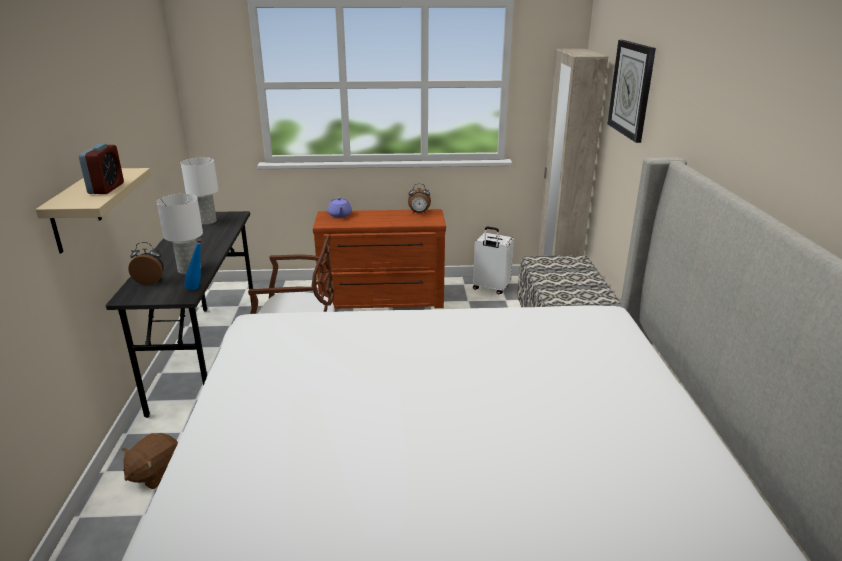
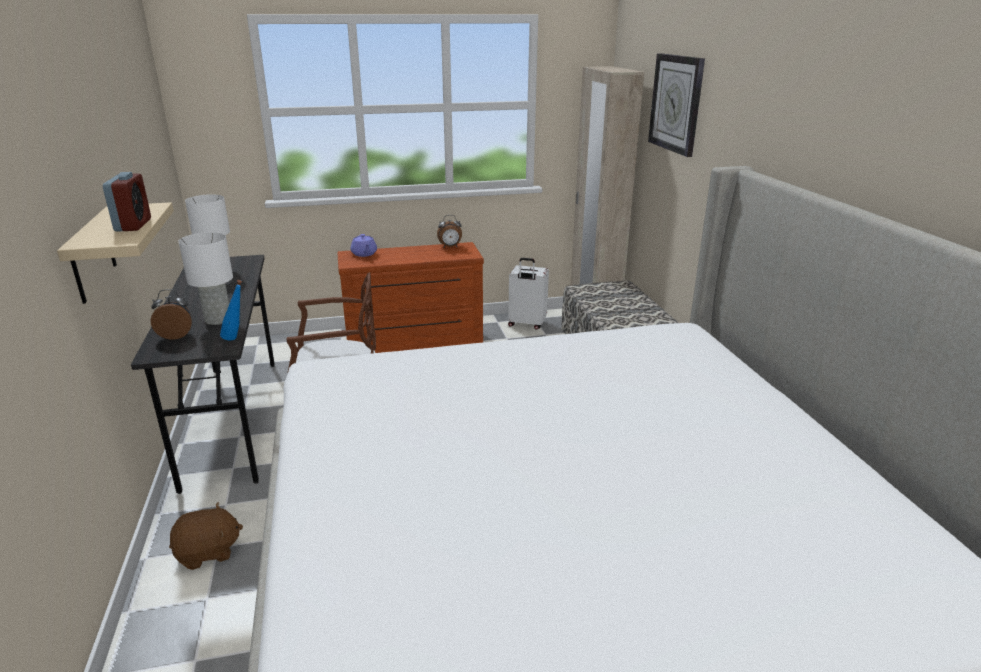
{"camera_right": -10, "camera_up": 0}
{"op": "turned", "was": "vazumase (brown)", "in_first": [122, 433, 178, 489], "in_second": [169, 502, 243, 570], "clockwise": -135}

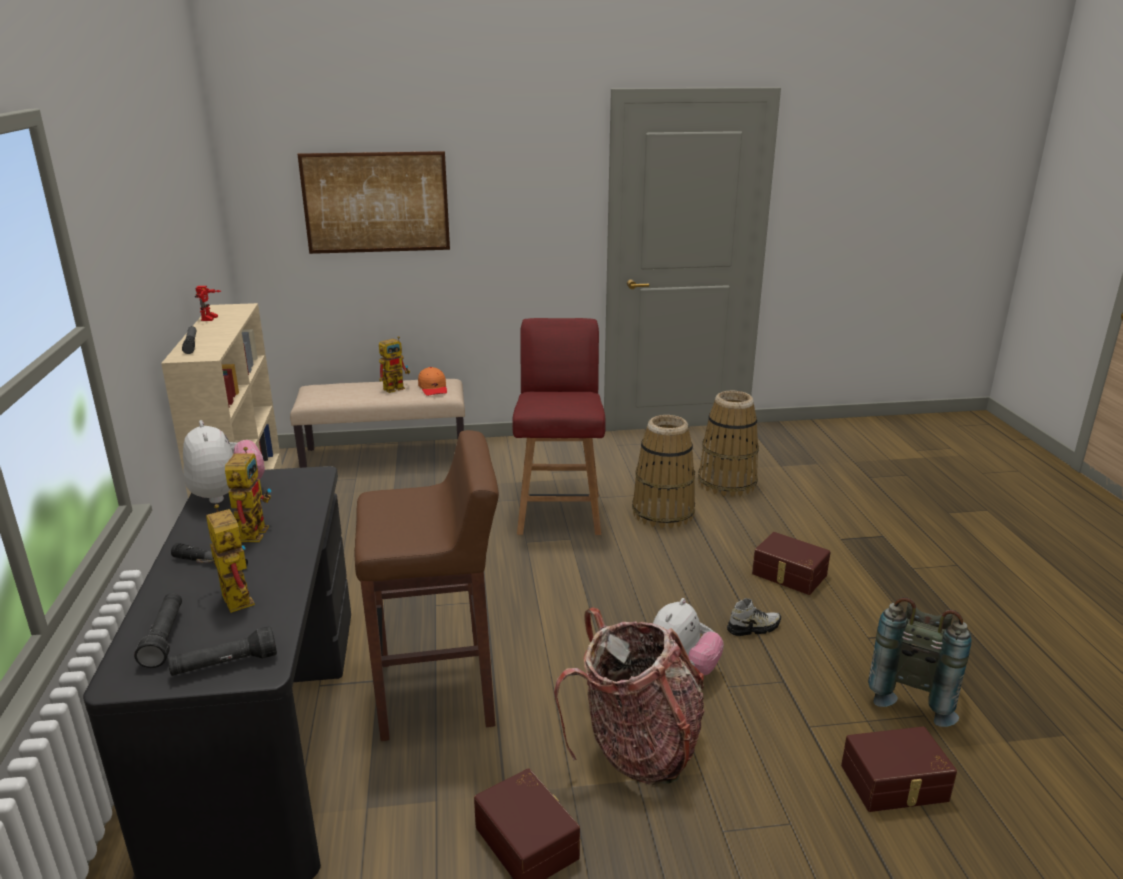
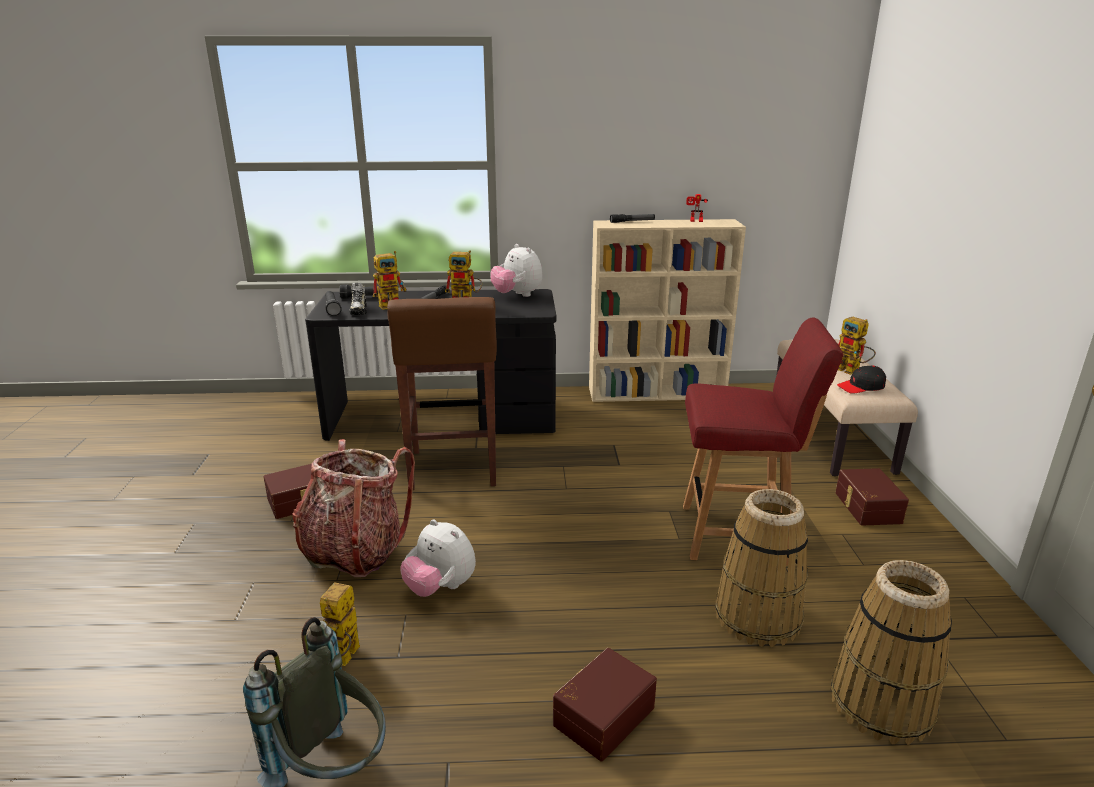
{"camera_right": 95, "camera_up": 0}
{"op": "removed", "was": "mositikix", "in_first": [297, 151, 450, 254]}
{"op": "added", "now": "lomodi", "in_second": [320, 582, 360, 666]}
{"op": "moved", "was": "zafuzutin", "in_first": [727, 598, 781, 636], "in_second": [349, 283, 367, 315]}
{"op": "moved", "was": "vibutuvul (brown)", "in_first": [841, 726, 957, 812], "in_second": [836, 468, 909, 526]}
{"op": "recoloured", "was": "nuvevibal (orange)", "now": "nuvevibal (black)", "in_first": [418, 367, 447, 396], "in_second": [837, 366, 886, 394]}
{"op": "turned", "was": "vazumase", "in_first": [183, 420, 265, 504], "in_second": [490, 244, 542, 297], "clockwise": 75}

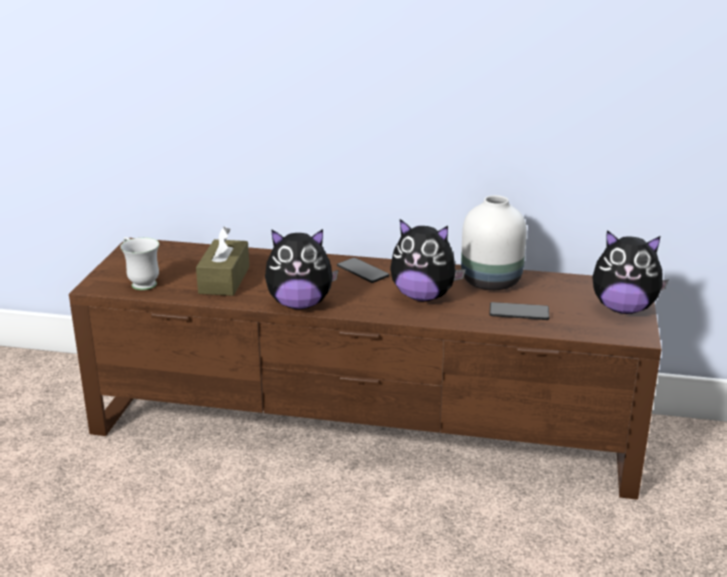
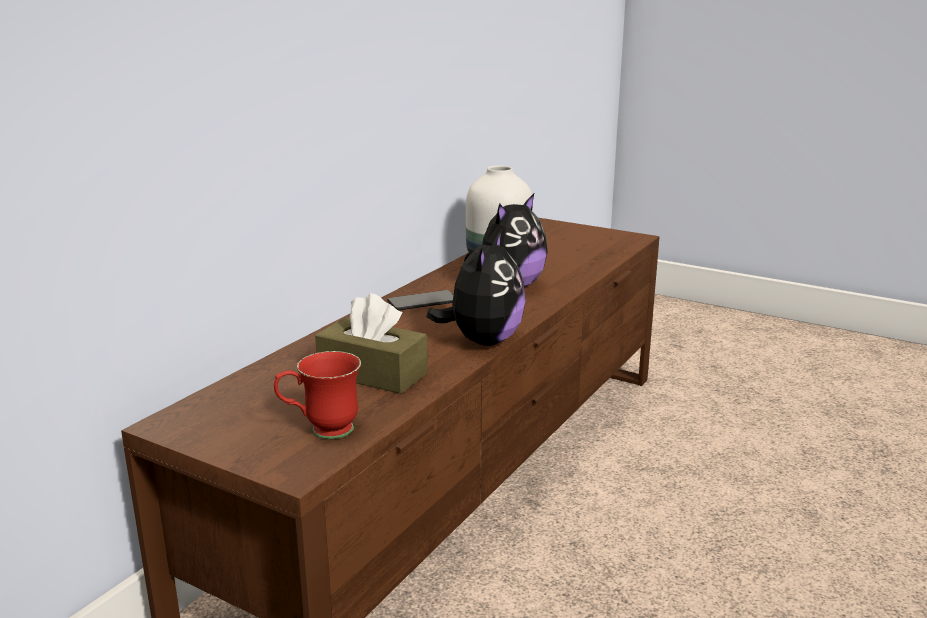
{"camera_right": -70, "camera_up": -5}
{"op": "removed", "was": "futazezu", "in_first": [489, 302, 549, 320]}
{"op": "removed", "was": "vazumase", "in_first": [592, 230, 669, 314]}
{"op": "recoloured", "was": "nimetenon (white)", "now": "nimetenon (red)", "in_first": [120, 237, 159, 290], "in_second": [274, 351, 361, 439]}

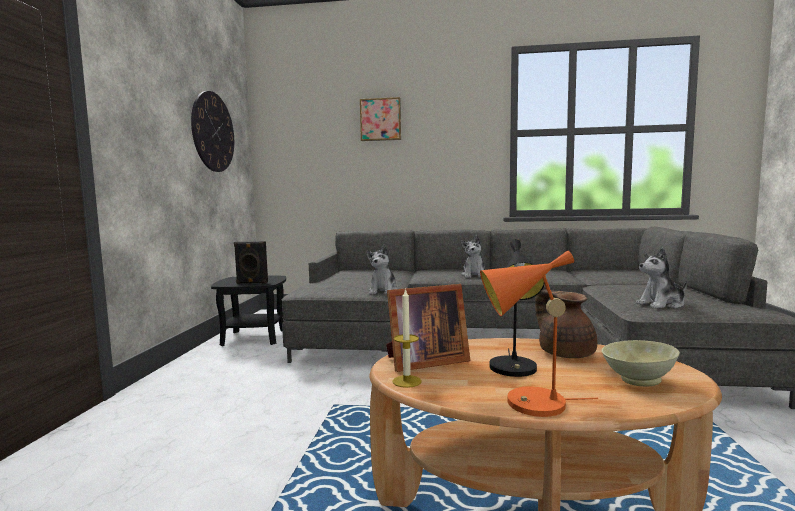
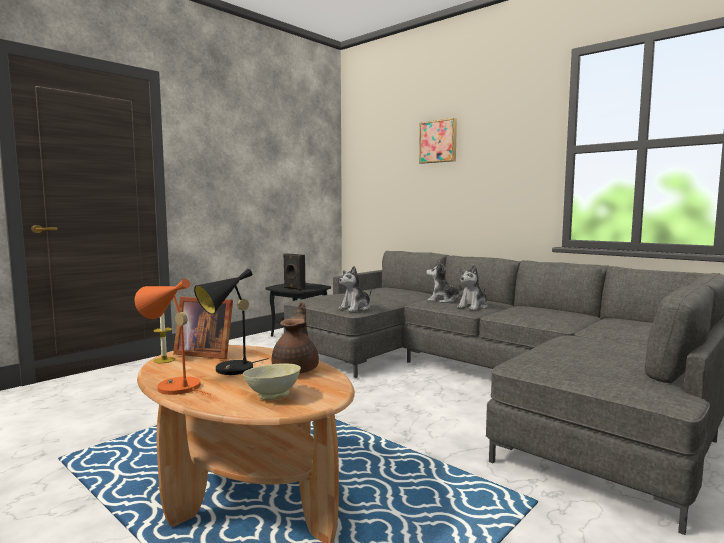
{"camera_right": 35, "camera_up": 0}
{"op": "removed", "was": "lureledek", "in_first": [191, 91, 234, 172]}
{"op": "moved", "was": "vazumase", "in_first": [636, 248, 687, 309], "in_second": [426, 260, 465, 303]}

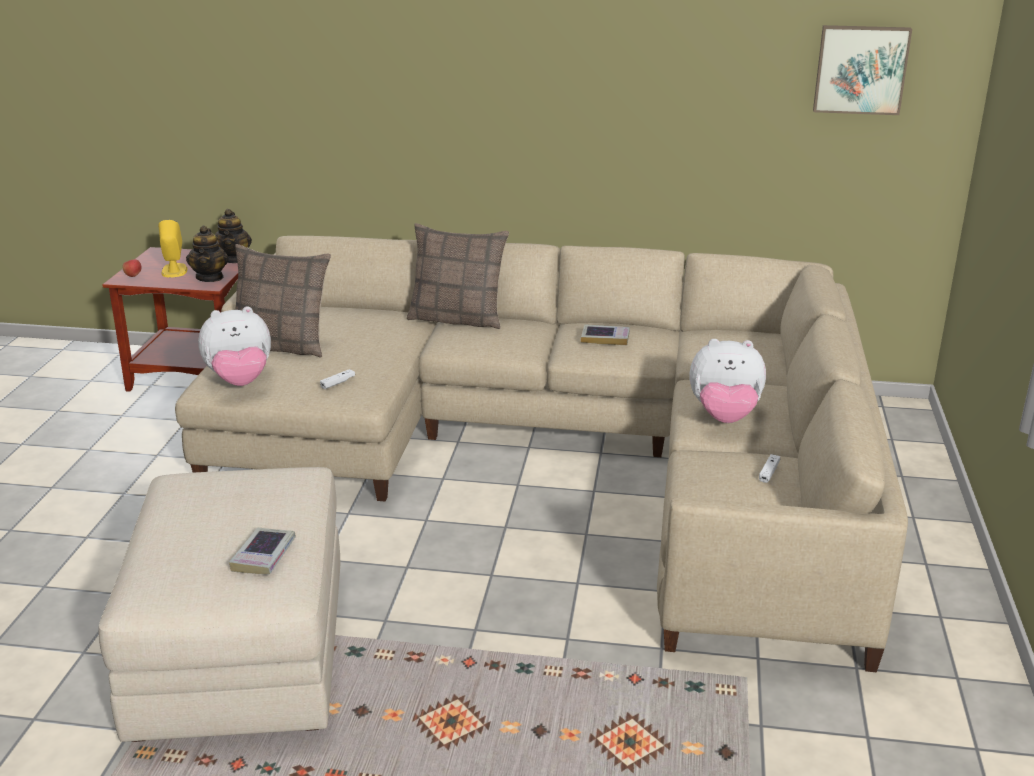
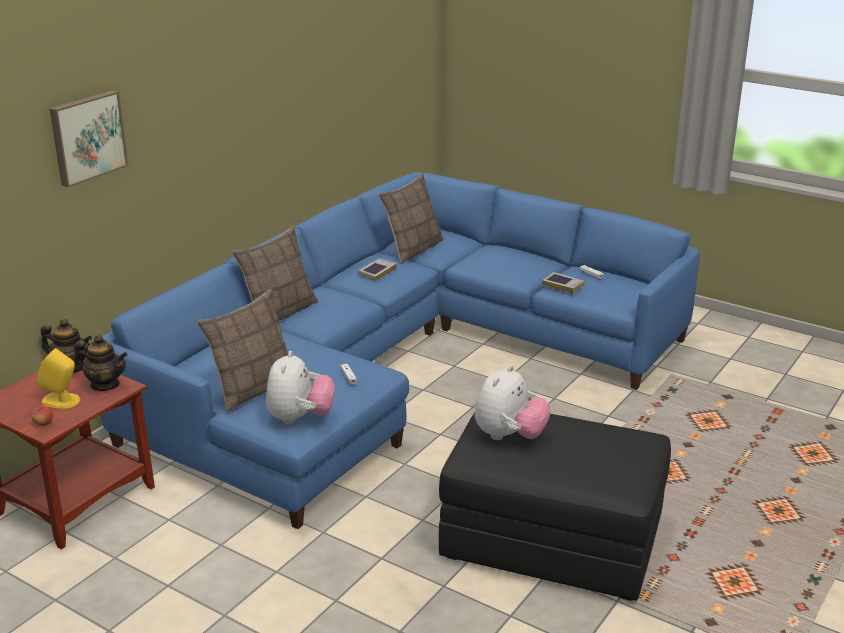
{"camera_right": -65, "camera_up": 0}
{"op": "added", "now": "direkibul", "in_second": [378, 173, 444, 265]}
{"op": "moved", "was": "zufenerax", "in_first": [229, 528, 296, 574], "in_second": [542, 272, 585, 294]}
{"op": "moved", "was": "vazumase", "in_first": [689, 339, 766, 423], "in_second": [475, 365, 551, 440]}
{"op": "moved", "was": "mositikix", "in_first": [813, 25, 912, 115], "in_second": [49, 90, 129, 187]}
{"op": "recoloured", "was": "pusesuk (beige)", "now": "pusesuk (black)", "in_first": [98, 467, 340, 742], "in_second": [439, 412, 671, 601]}
{"op": "recoloured", "was": "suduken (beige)", "now": "suduken (blue)", "in_first": [175, 236, 908, 672], "in_second": [101, 172, 700, 529]}

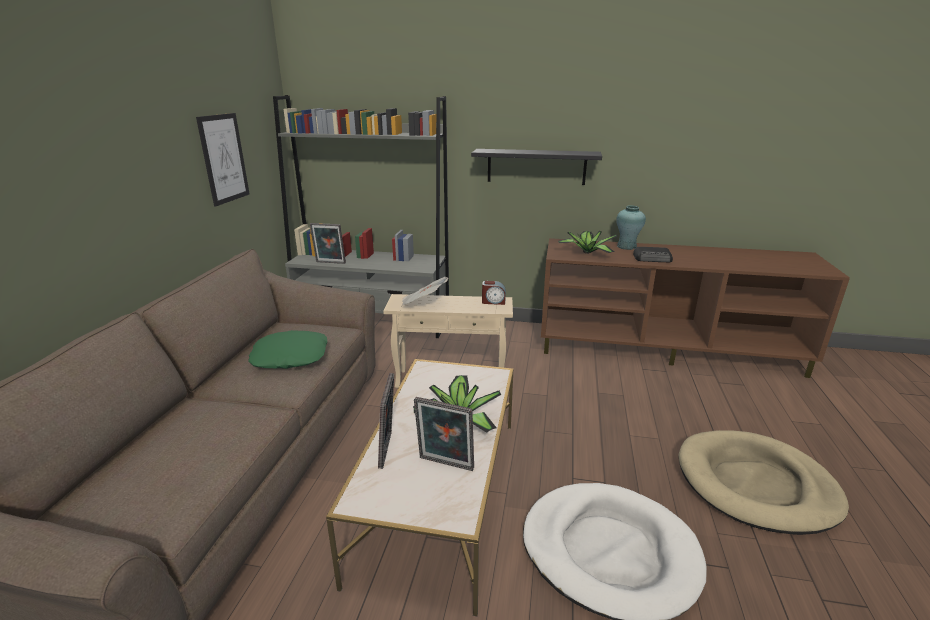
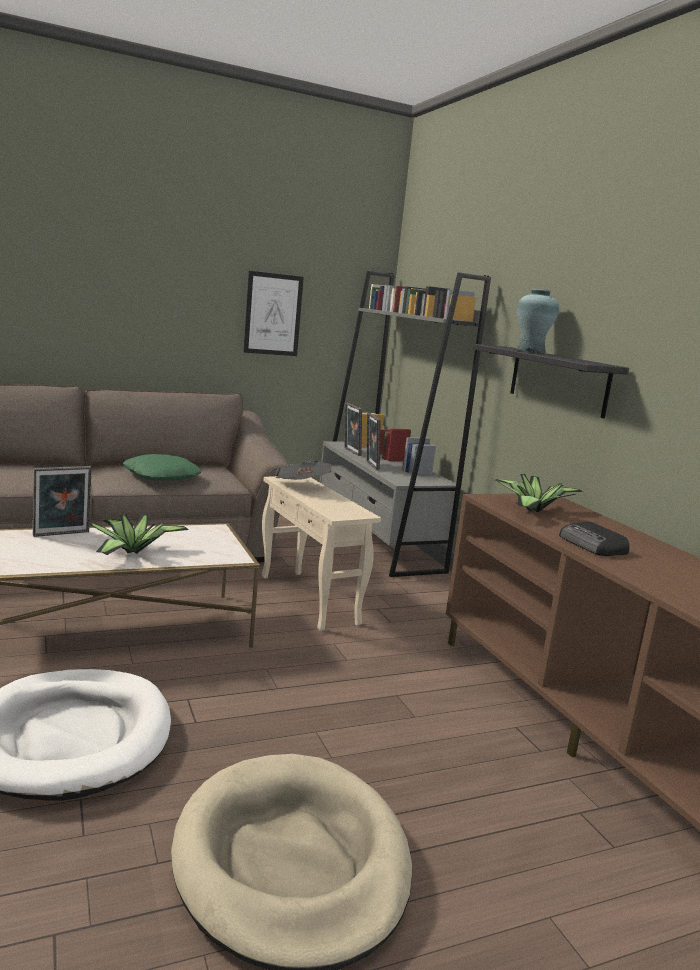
{"camera_right": 55, "camera_up": -10}
{"op": "removed", "was": "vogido", "in_first": [482, 281, 506, 305]}
{"op": "moved", "was": "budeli", "in_first": [414, 397, 474, 471], "in_second": [367, 413, 381, 470]}
{"op": "moved", "was": "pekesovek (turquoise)", "in_first": [616, 205, 646, 250], "in_second": [517, 289, 559, 354]}

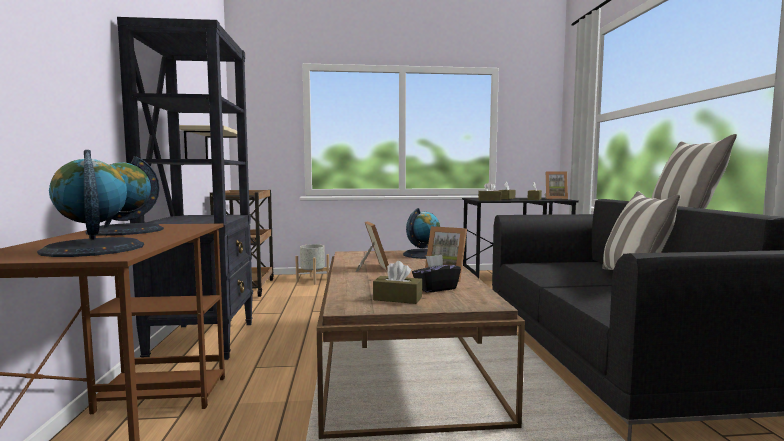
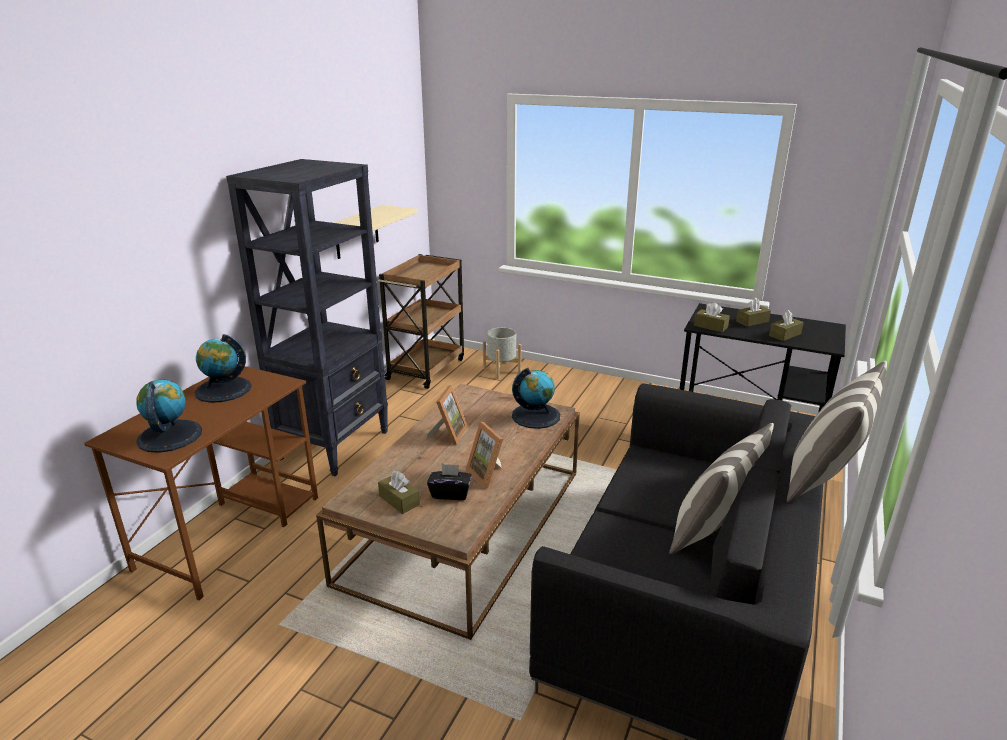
{"camera_right": 30, "camera_up": 20}
{"op": "removed", "was": "budeli", "in_first": [544, 171, 568, 200]}

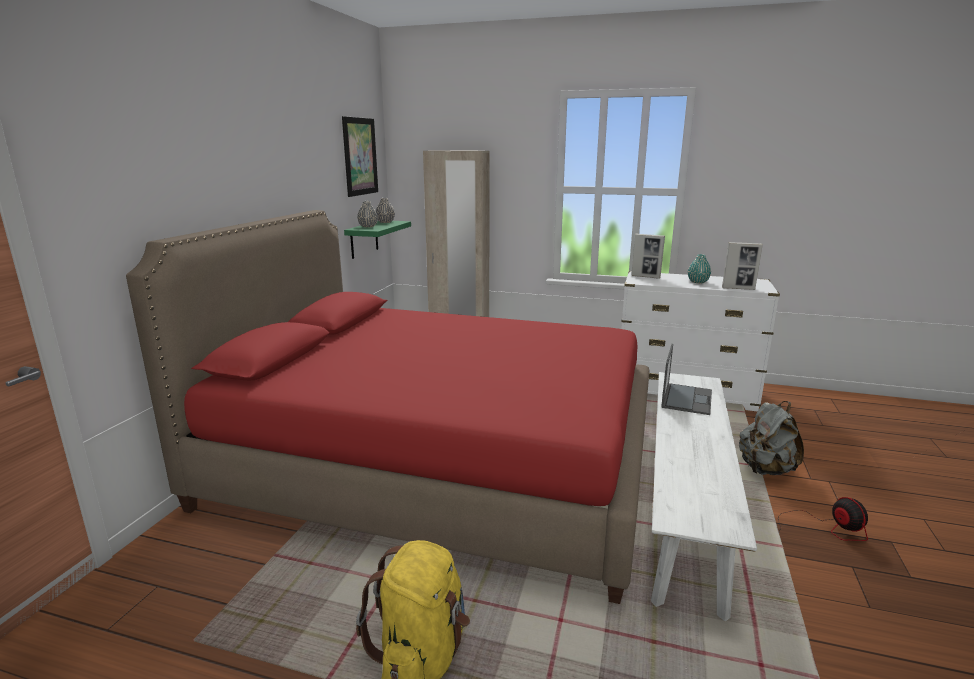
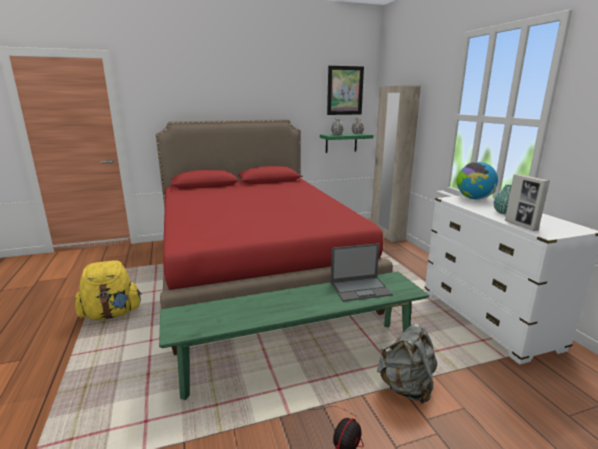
{"camera_right": 55, "camera_up": 0}
{"op": "replaced", "was": "budeli", "now": "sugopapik", "in_first": [631, 233, 665, 279], "in_second": [456, 162, 498, 200]}
{"op": "recoloured", "was": "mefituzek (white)", "now": "mefituzek (green)", "in_first": [651, 372, 757, 621], "in_second": [159, 271, 429, 400]}

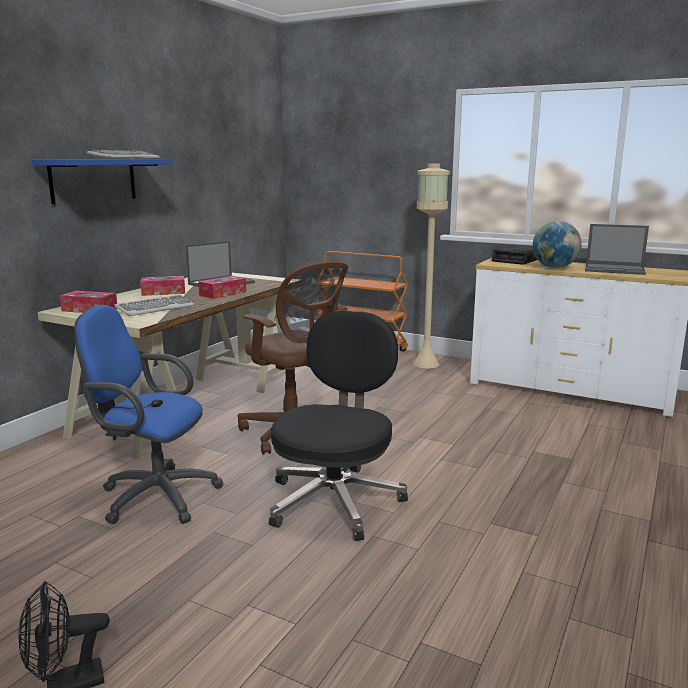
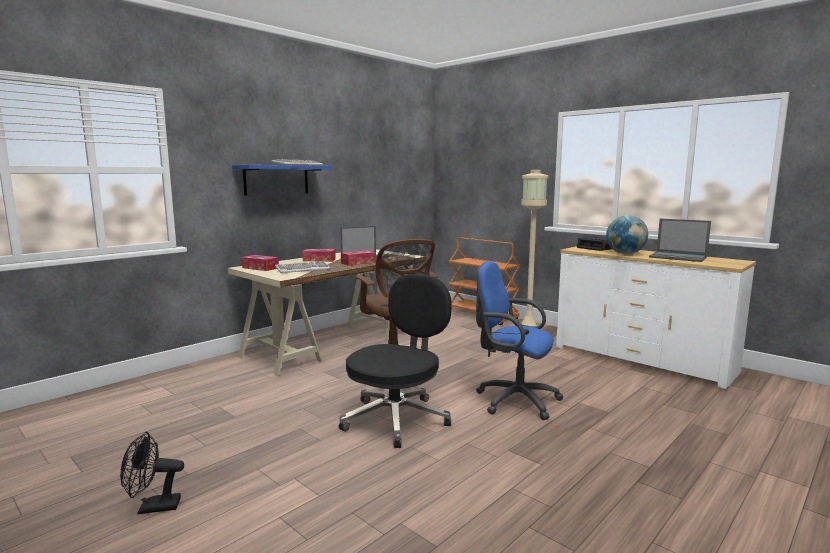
{"camera_right": 15, "camera_up": -5}
{"op": "moved", "was": "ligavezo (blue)", "in_first": [74, 305, 223, 524], "in_second": [476, 261, 564, 420]}

